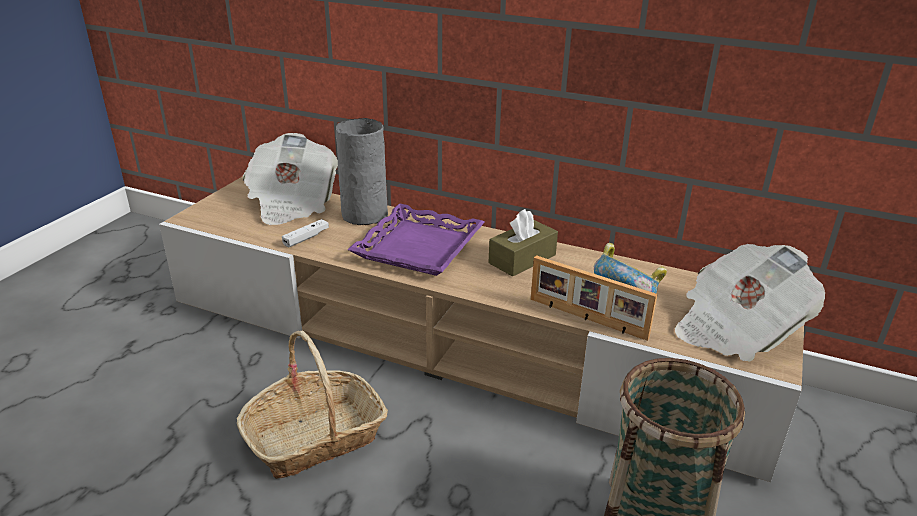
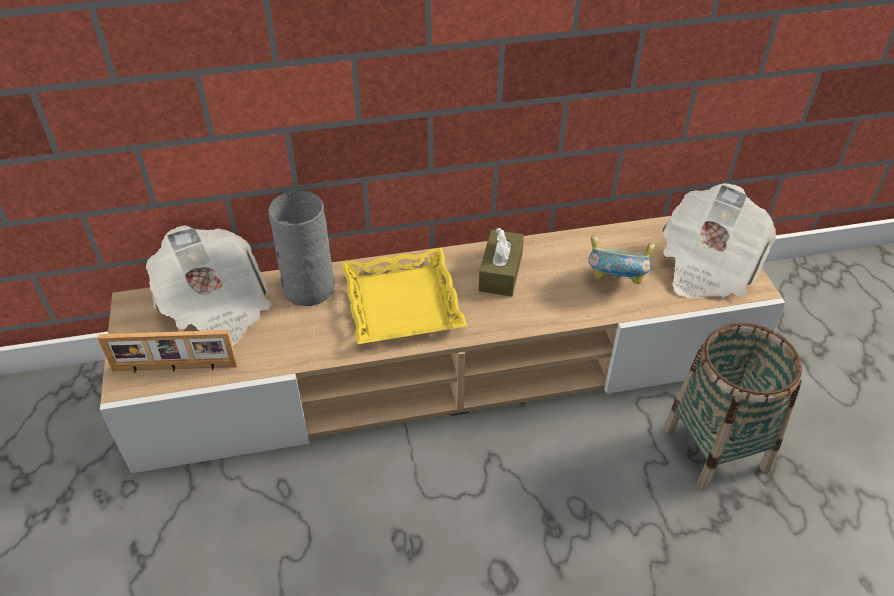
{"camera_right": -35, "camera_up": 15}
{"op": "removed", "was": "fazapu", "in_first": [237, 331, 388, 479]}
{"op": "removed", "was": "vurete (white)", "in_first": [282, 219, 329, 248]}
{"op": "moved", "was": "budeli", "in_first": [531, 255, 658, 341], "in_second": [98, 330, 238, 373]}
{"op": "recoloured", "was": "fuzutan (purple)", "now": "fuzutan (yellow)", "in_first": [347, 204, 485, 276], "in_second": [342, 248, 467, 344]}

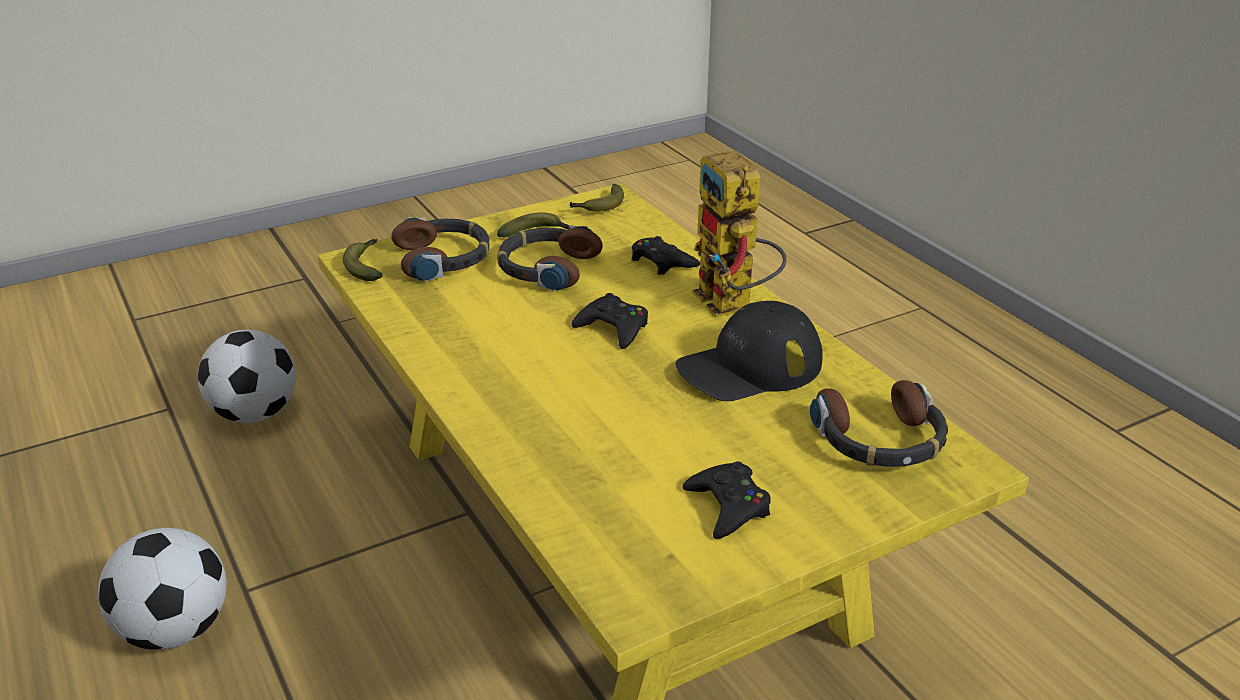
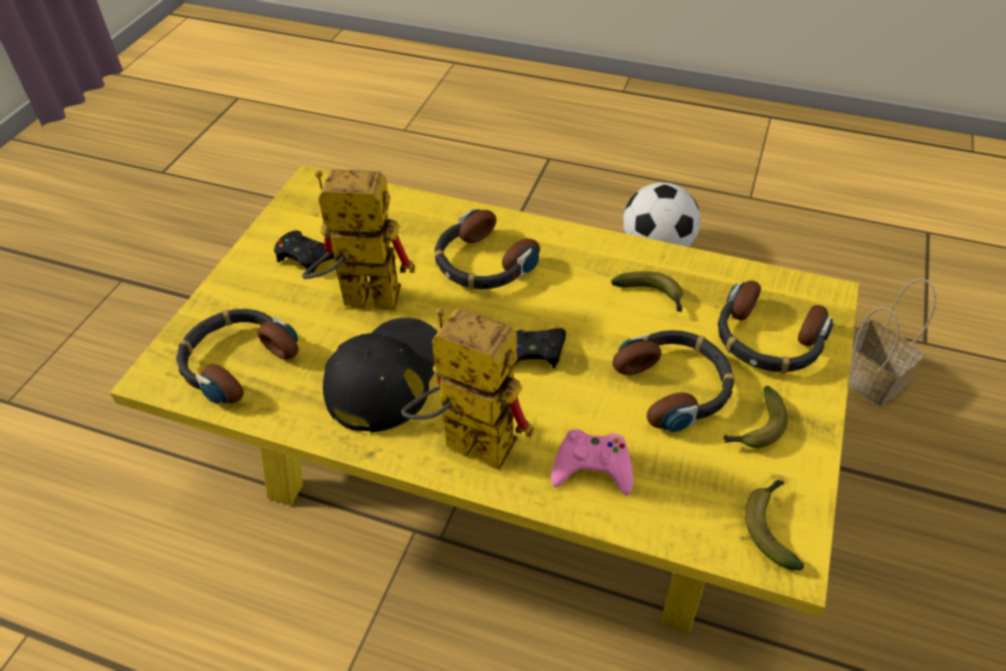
{"camera_right": 140, "camera_up": 15}
{"op": "added", "now": "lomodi", "in_second": [302, 169, 416, 311]}
{"op": "added", "now": "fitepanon", "in_second": [435, 209, 540, 290]}
{"op": "moved", "was": "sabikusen", "in_first": [342, 239, 383, 281], "in_second": [611, 271, 683, 312]}
{"op": "replaced", "was": "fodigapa", "now": "fazapu", "in_first": [198, 330, 296, 423], "in_second": [849, 278, 936, 406]}
{"op": "recoloured", "was": "vurete (black)", "now": "vurete (pink)", "in_first": [632, 236, 700, 275], "in_second": [551, 429, 633, 496]}

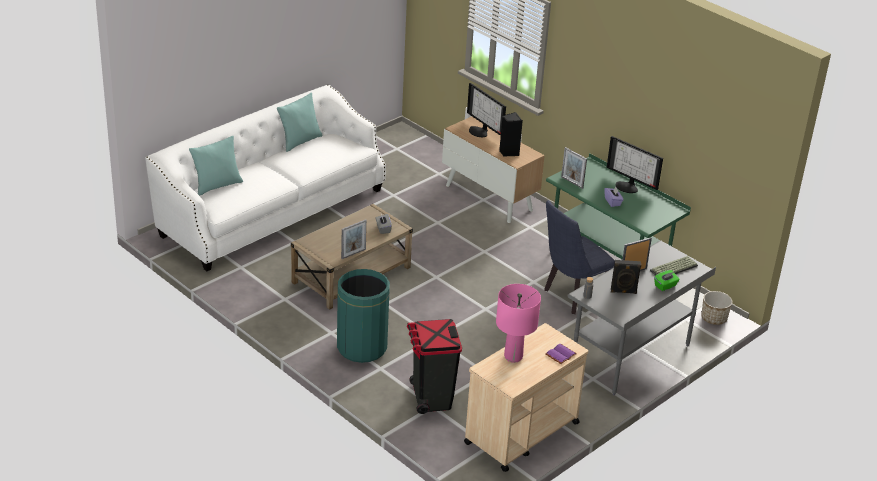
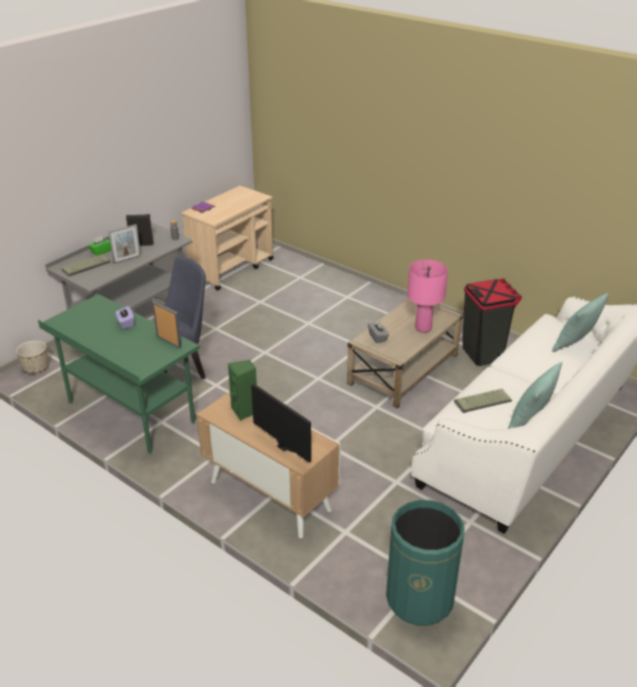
{"camera_right": 175, "camera_up": 0}
{"op": "removed", "was": "budeli", "in_first": [341, 219, 367, 259]}
{"op": "removed", "was": "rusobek", "in_first": [607, 136, 663, 193]}
{"op": "added", "now": "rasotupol", "in_second": [454, 388, 512, 413]}
{"op": "moved", "was": "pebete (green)", "in_first": [337, 269, 390, 363], "in_second": [386, 500, 465, 626]}
{"op": "moved", "was": "pebete (black)", "in_first": [407, 319, 462, 414], "in_second": [463, 278, 522, 366]}
{"op": "moved", "was": "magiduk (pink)", "in_first": [496, 284, 541, 363], "in_second": [407, 260, 448, 333]}
{"op": "recoloured", "was": "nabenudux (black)", "now": "nabenudux (green)", "in_first": [499, 112, 523, 157], "in_second": [228, 360, 257, 421]}

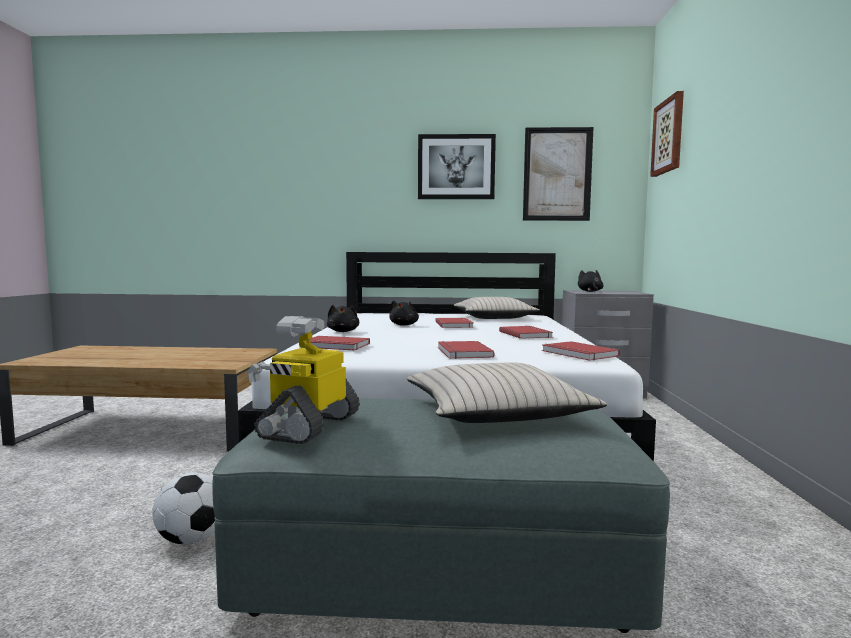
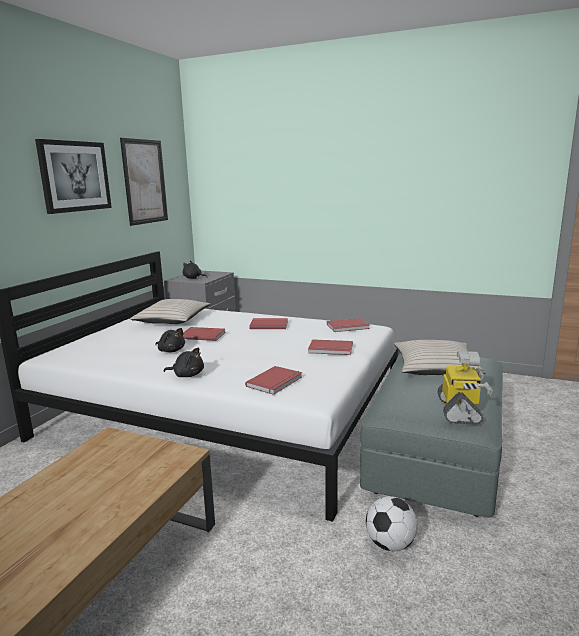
{"camera_right": -70, "camera_up": 10}
{"op": "removed", "was": "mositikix", "in_first": [650, 91, 684, 177]}
{"op": "turned", "was": "lomodi", "in_first": [247, 316, 360, 444], "in_second": [437, 351, 493, 425], "clockwise": -120}

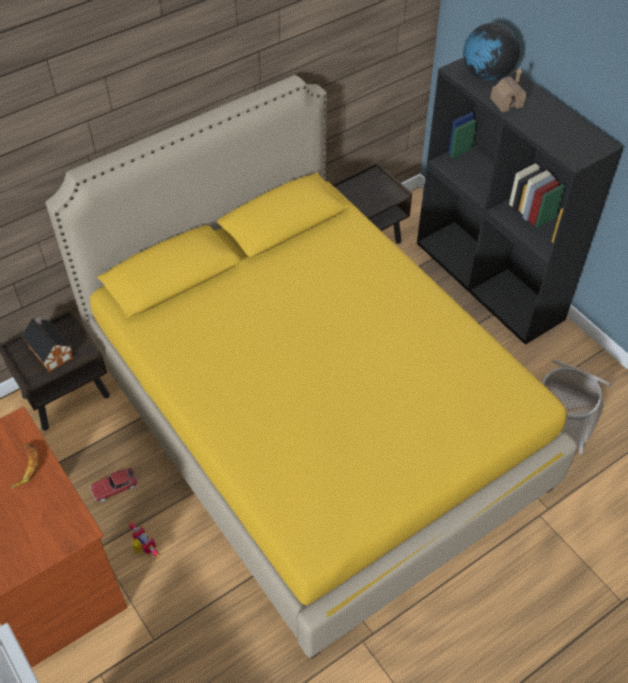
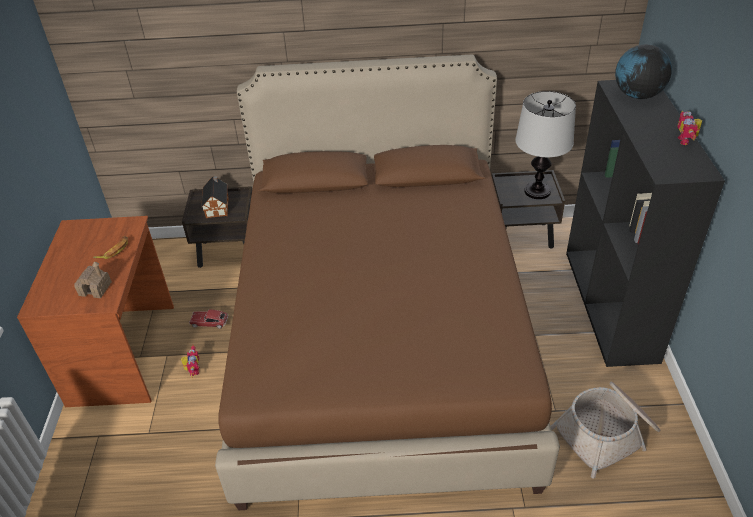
{"camera_right": 35, "camera_up": -10}
{"op": "added", "now": "magiduk", "in_second": [515, 91, 576, 199]}
{"op": "added", "now": "lomodi", "in_second": [677, 111, 702, 145]}
{"op": "moved", "was": "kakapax", "in_first": [490, 68, 527, 113], "in_second": [74, 261, 112, 298]}
{"op": "recoloured", "was": "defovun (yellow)", "now": "defovun (brown)", "in_first": [45, 75, 578, 658], "in_second": [215, 55, 560, 510]}

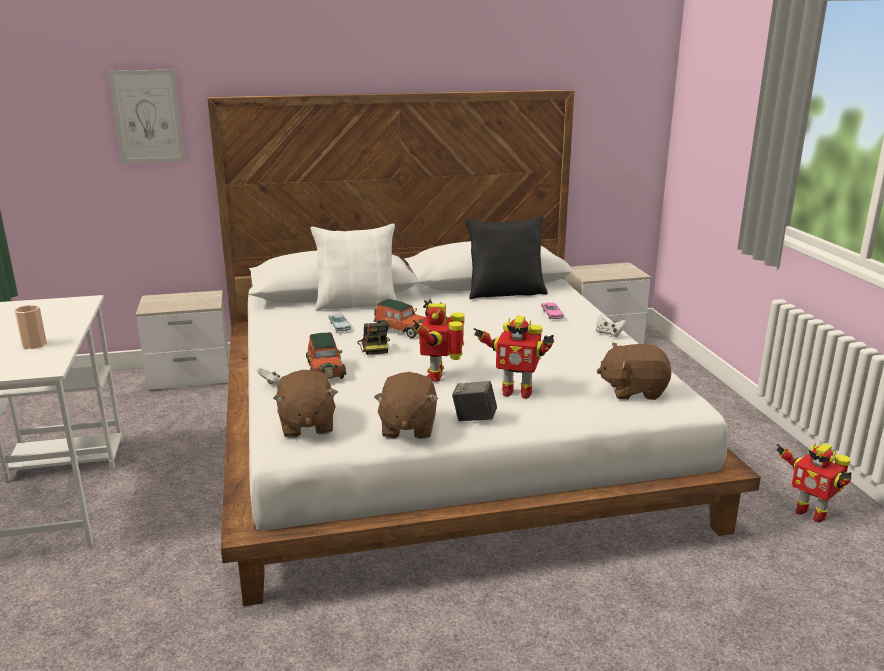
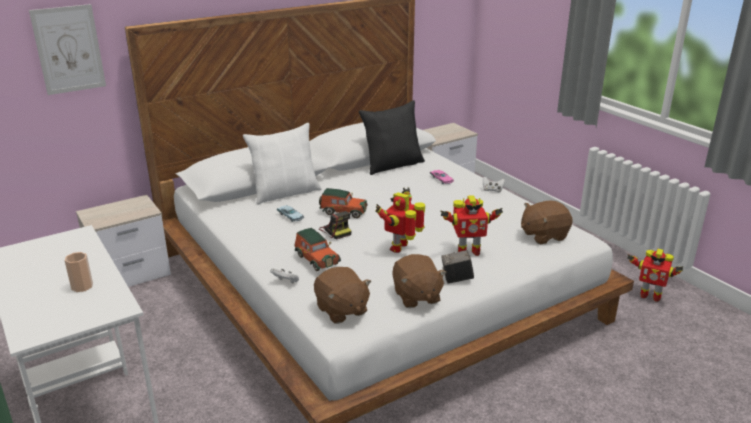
{"camera_right": -20, "camera_up": 5}
{"op": "turned", "was": "lomodi", "in_first": [412, 300, 465, 382], "in_second": [376, 188, 425, 253], "clockwise": 45}

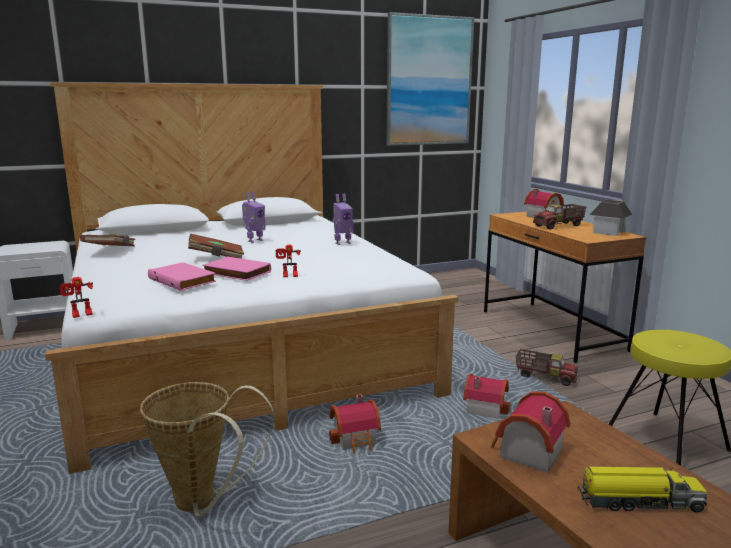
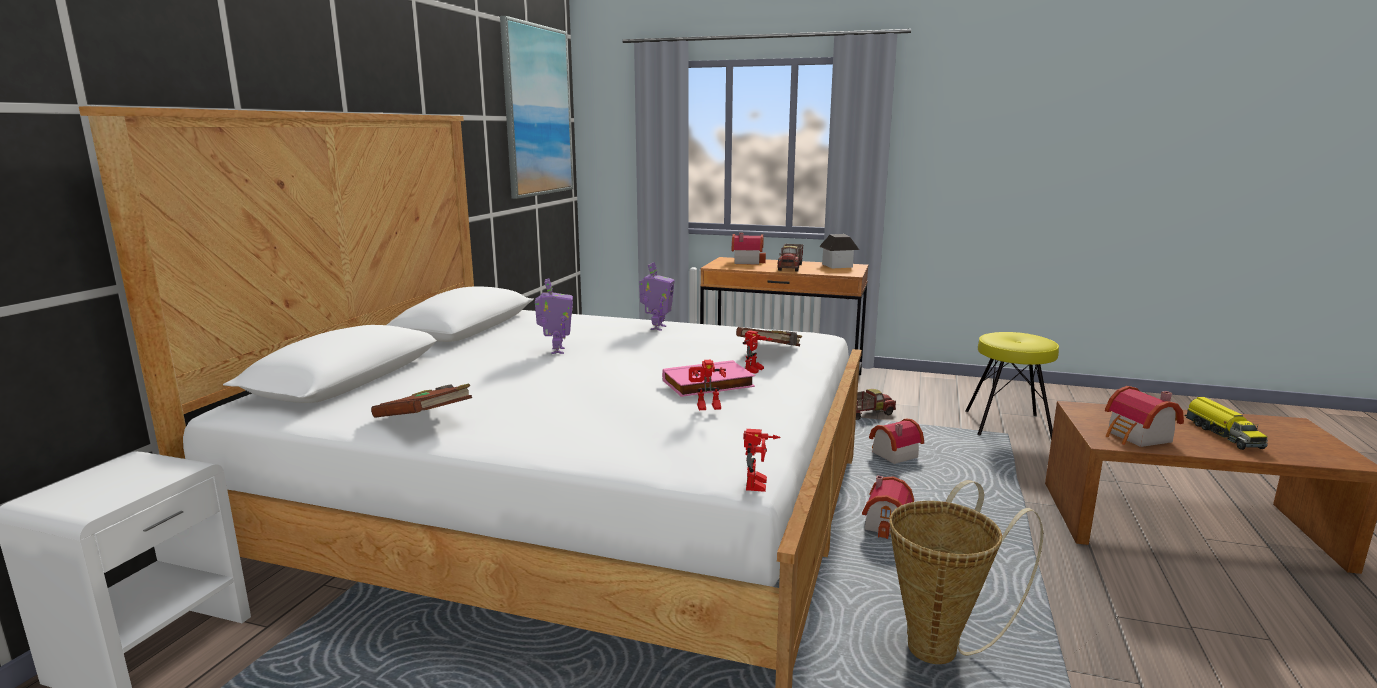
{"camera_right": -50, "camera_up": 0}
{"op": "moved", "was": "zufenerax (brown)", "in_first": [188, 234, 244, 259], "in_second": [736, 327, 802, 346]}
{"op": "replaced", "was": "zufenerax (pink)", "now": "lomodi", "in_first": [148, 262, 216, 291], "in_second": [689, 360, 726, 410]}
{"op": "turned", "was": "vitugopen", "in_first": [577, 467, 707, 512], "in_second": [1185, 397, 1268, 450], "clockwise": 135}

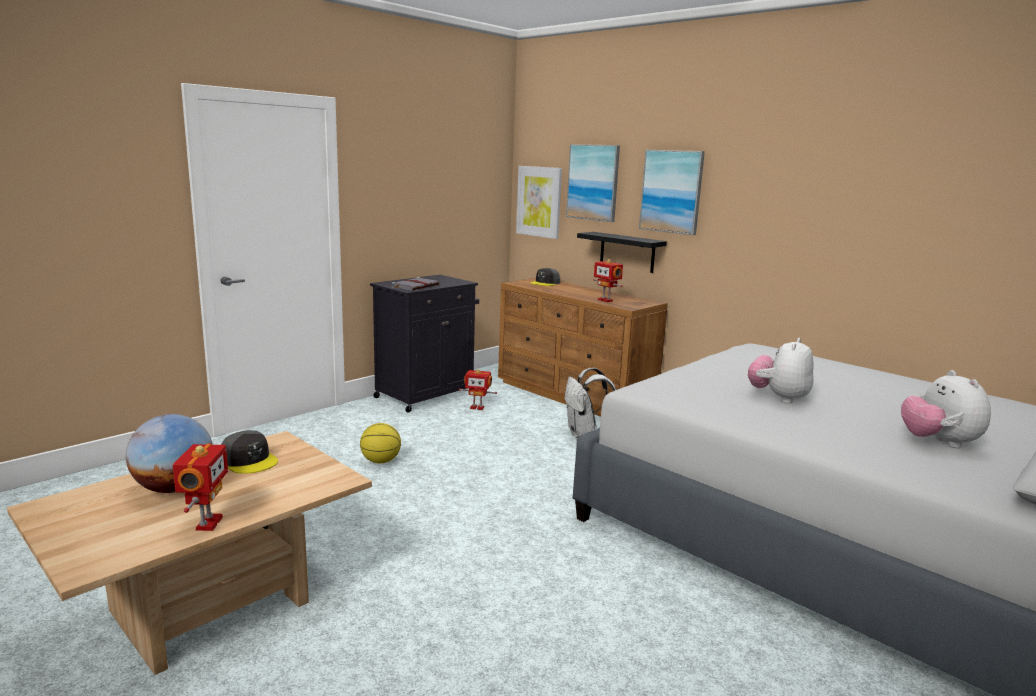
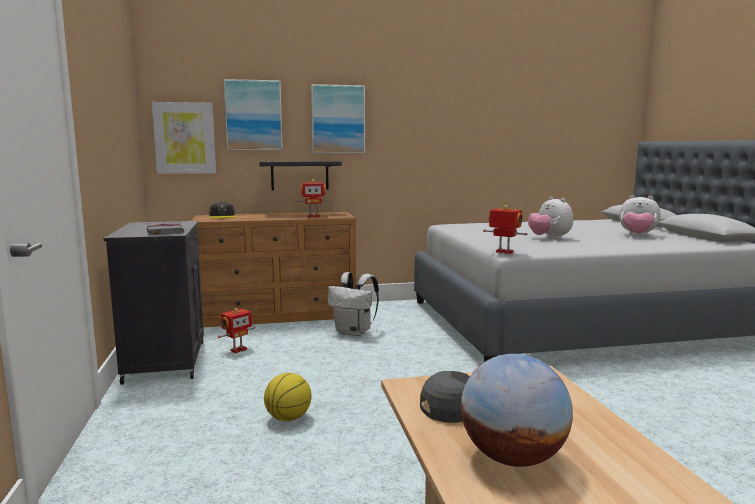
{"camera_right": -55, "camera_up": -5}
{"op": "moved", "was": "lomodi", "in_first": [173, 444, 228, 531], "in_second": [483, 205, 527, 254]}

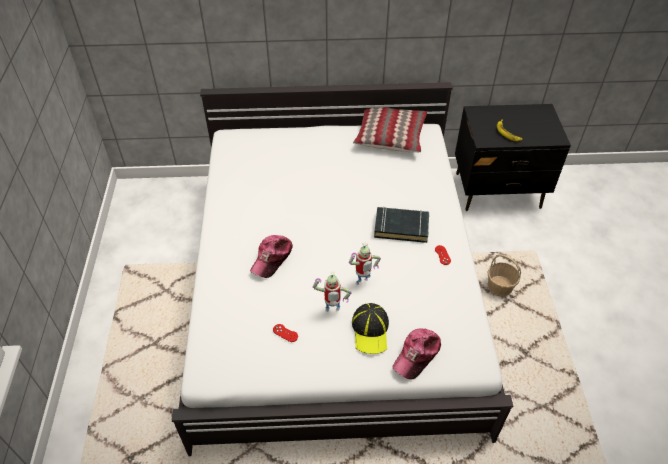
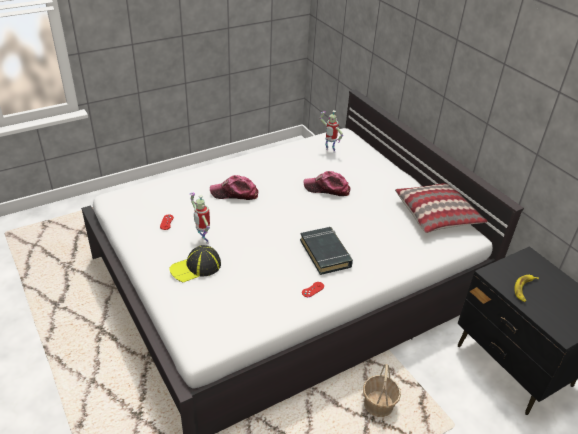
{"camera_right": 60, "camera_up": -10}
{"op": "moved", "was": "lomodi", "in_first": [349, 242, 381, 285], "in_second": [320, 110, 343, 153]}
{"op": "moved", "was": "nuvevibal", "in_first": [393, 328, 441, 379], "in_second": [304, 171, 351, 196]}

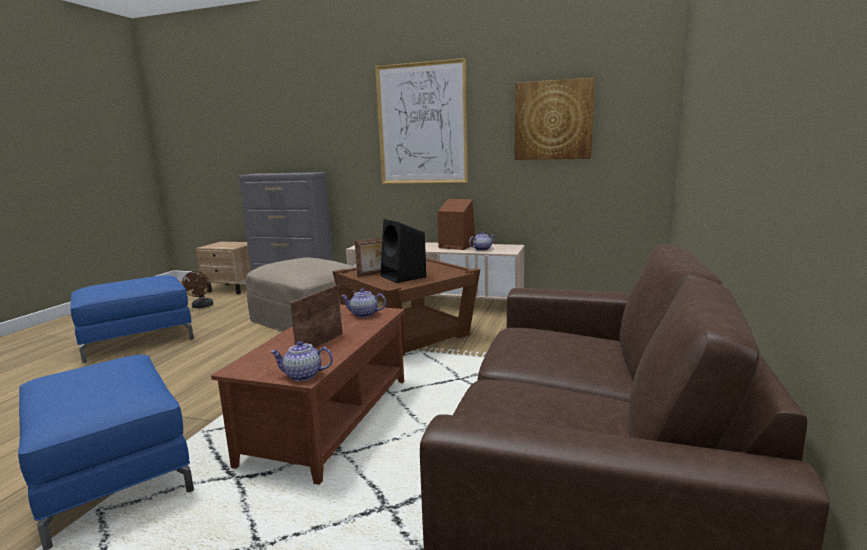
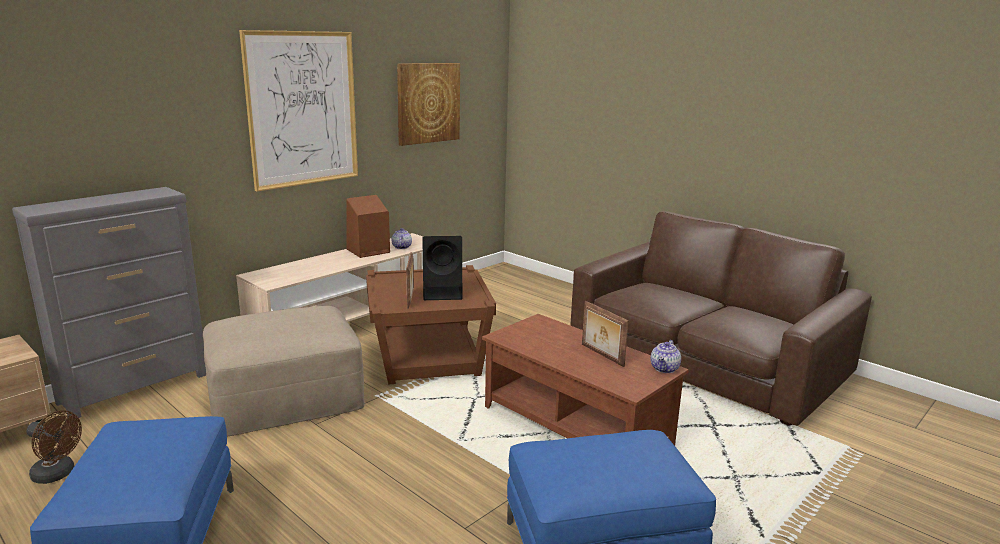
{"camera_right": -65, "camera_up": 5}
{"op": "removed", "was": "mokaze", "in_first": [341, 289, 386, 318]}

